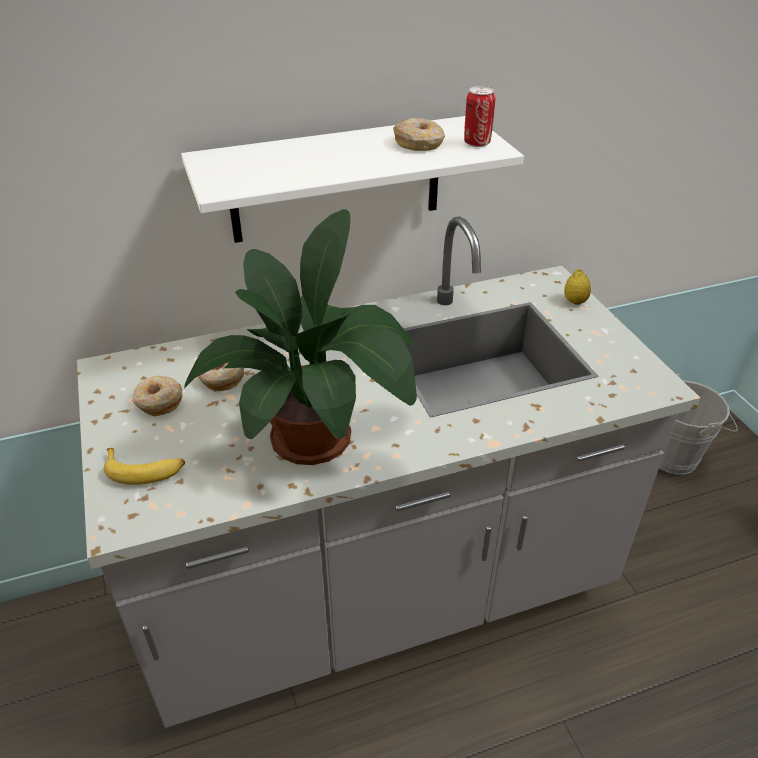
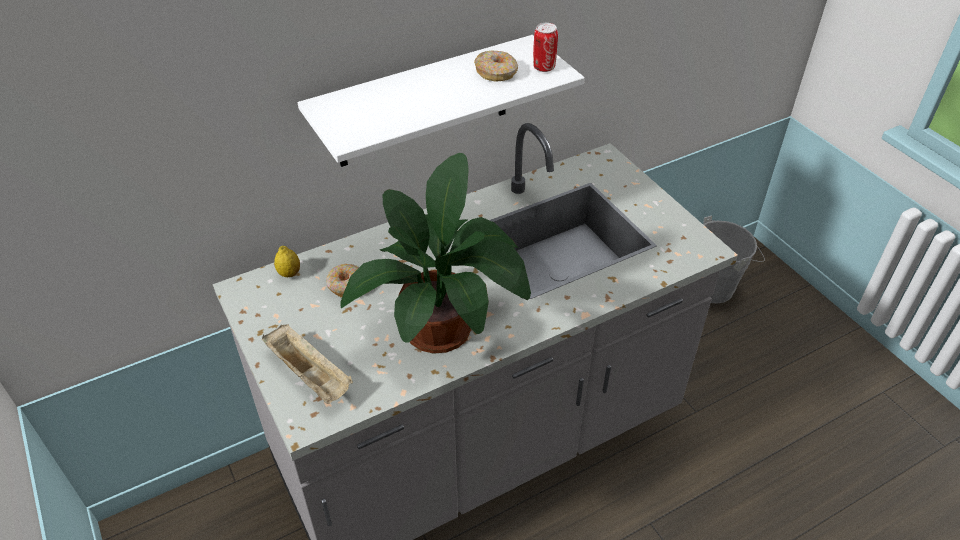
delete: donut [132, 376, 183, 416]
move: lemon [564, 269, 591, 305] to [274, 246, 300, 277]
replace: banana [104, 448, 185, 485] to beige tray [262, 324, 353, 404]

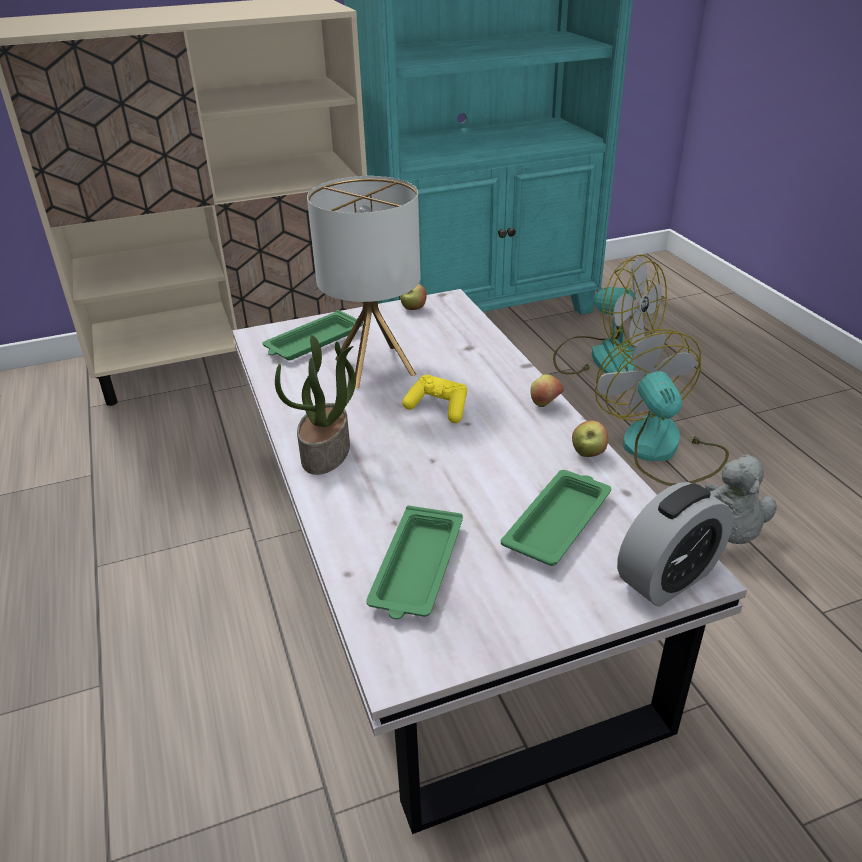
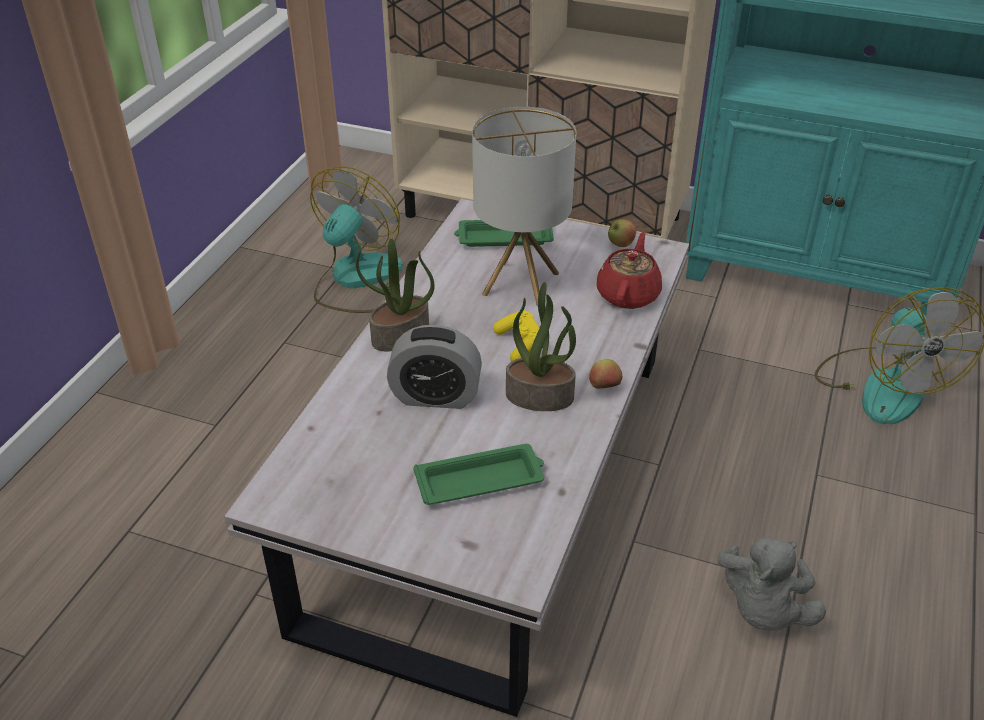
delete: green tray [366, 505, 463, 619]; apple [572, 420, 608, 457]
insert: potted plant [506, 282, 576, 411]; red teapot [597, 232, 662, 309]
move: fan [595, 329, 729, 486] to [310, 166, 403, 313]; alarm clock [617, 482, 733, 606] to [387, 325, 482, 409]

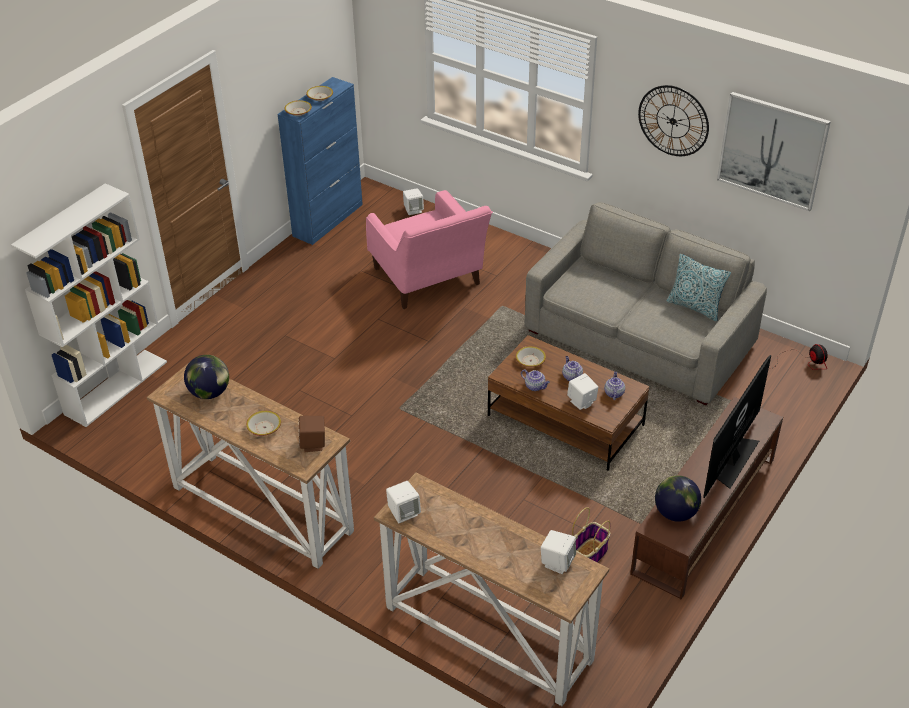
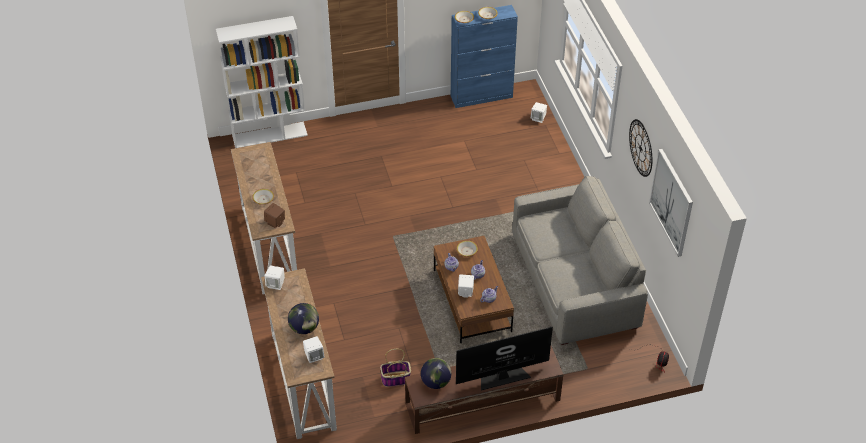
delete: pink armchair [366, 190, 493, 309]; pillow [667, 254, 731, 321]
move: globe [184, 355, 229, 399] to [288, 303, 319, 334]

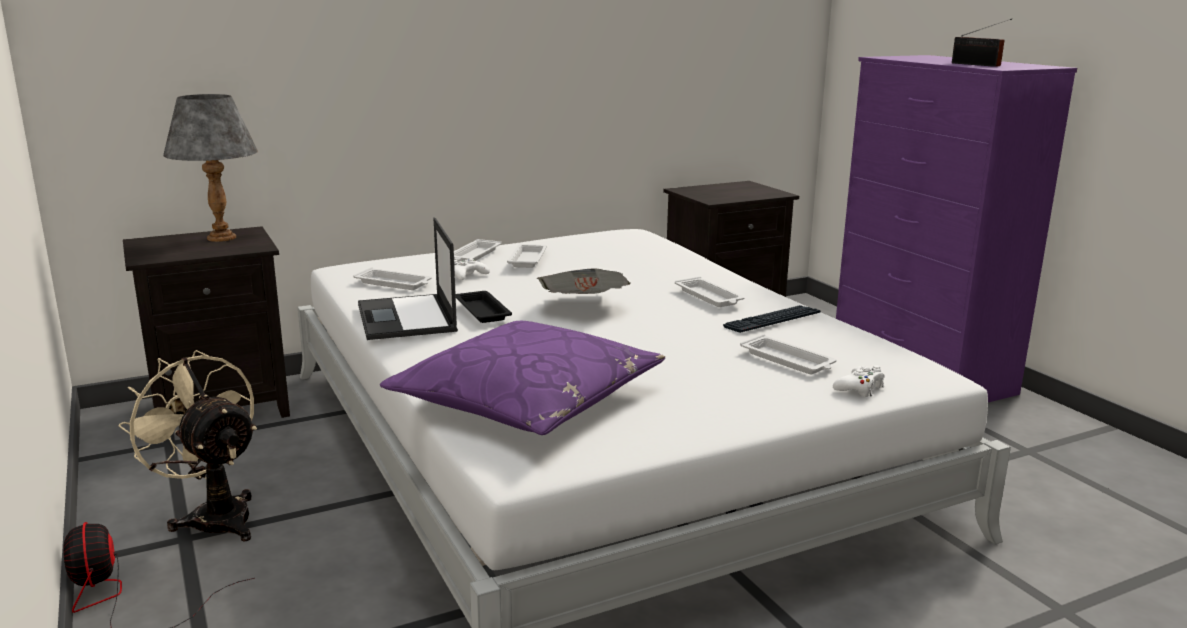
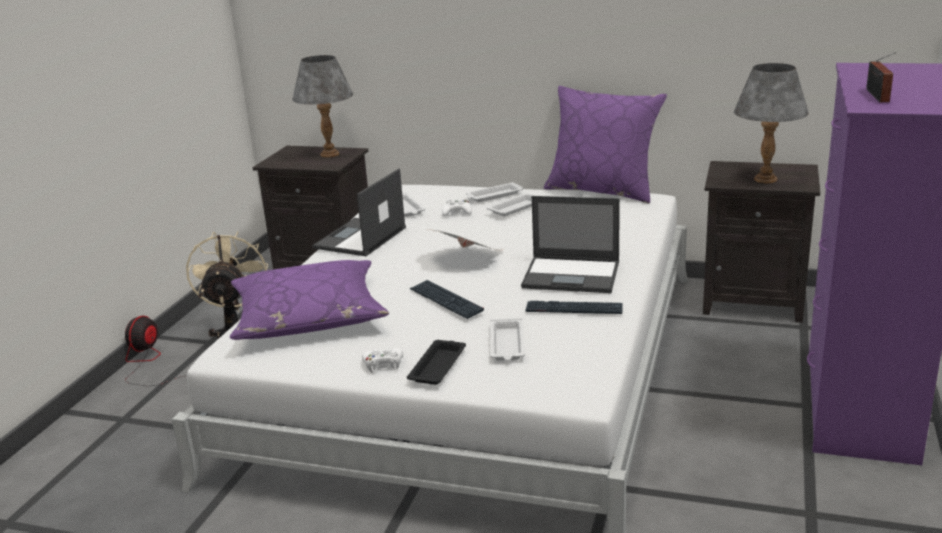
insert: keyboard [409, 280, 484, 319]; purple pillow [544, 86, 667, 203]; grey table lamp [734, 63, 809, 183]
move: white game controller [833, 365, 884, 397] to [362, 348, 403, 372]; black tray [456, 291, 512, 323] to [407, 340, 466, 385]
replace: white tray [675, 277, 745, 307] to laptop [521, 196, 620, 293]

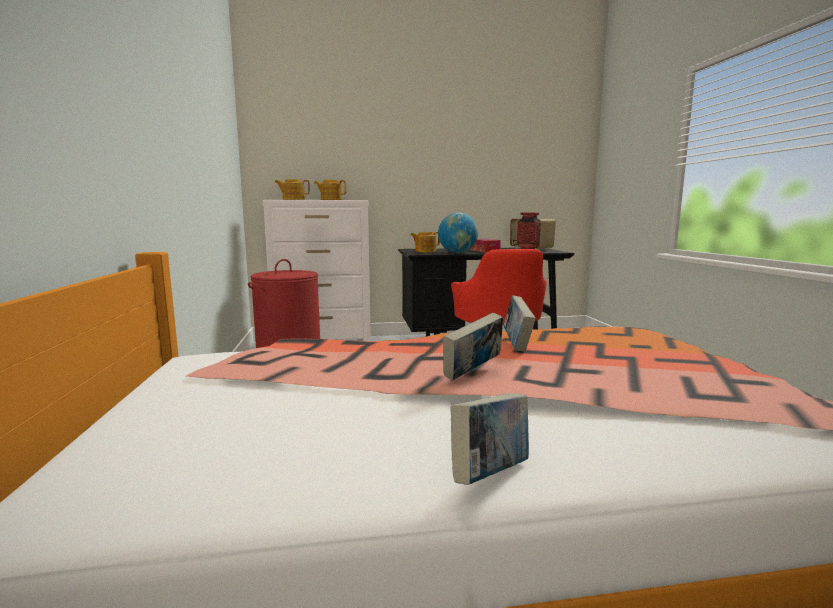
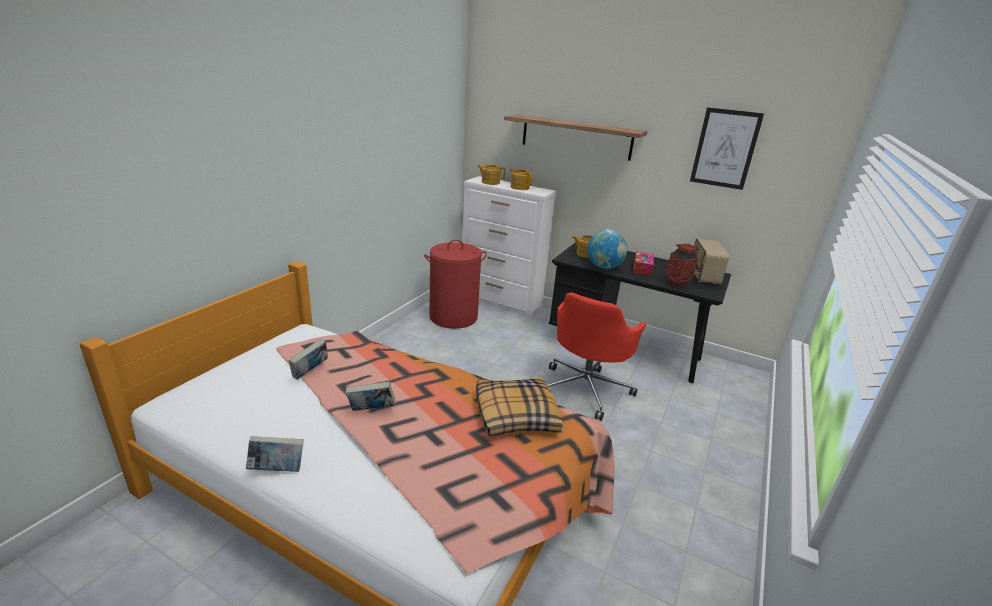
insert: pillow [476, 377, 562, 437]; shelf [504, 114, 647, 161]; picture [690, 108, 764, 190]
move: book [504, 295, 536, 352] to [288, 339, 328, 380]

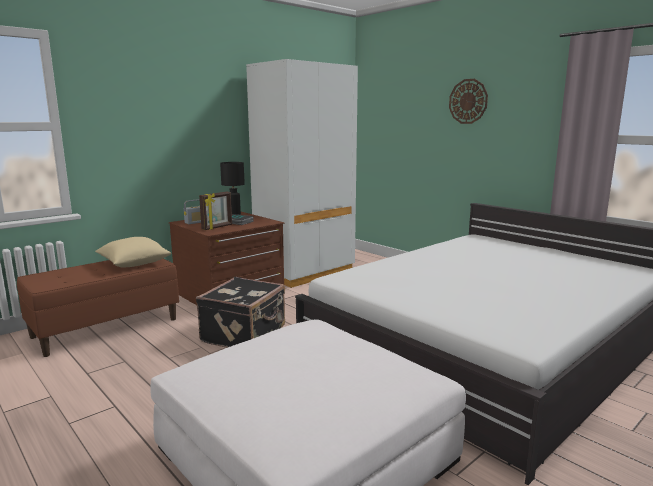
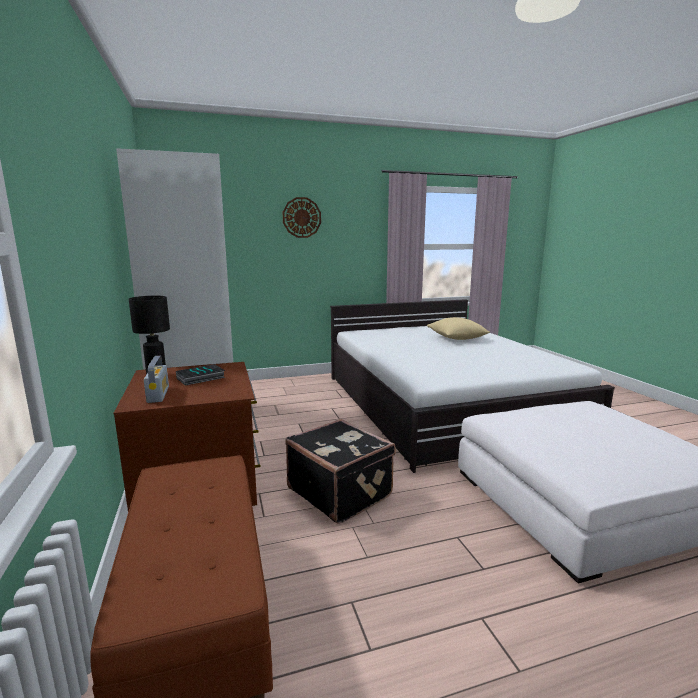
delete: picture frame [199, 191, 232, 230]
move: beige pillow [95, 237, 171, 267] to [427, 317, 490, 340]

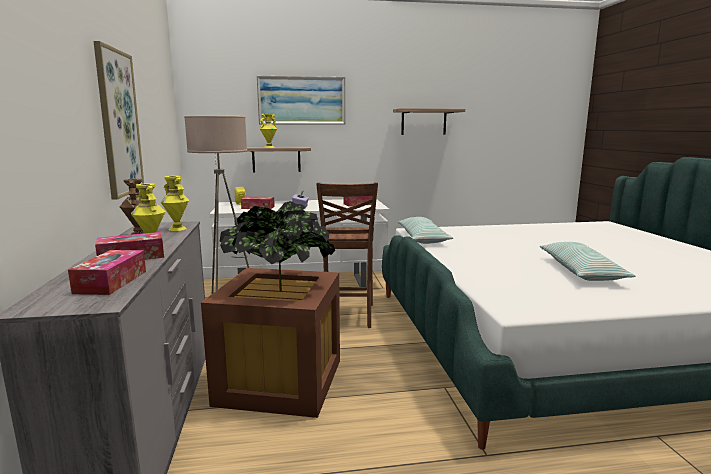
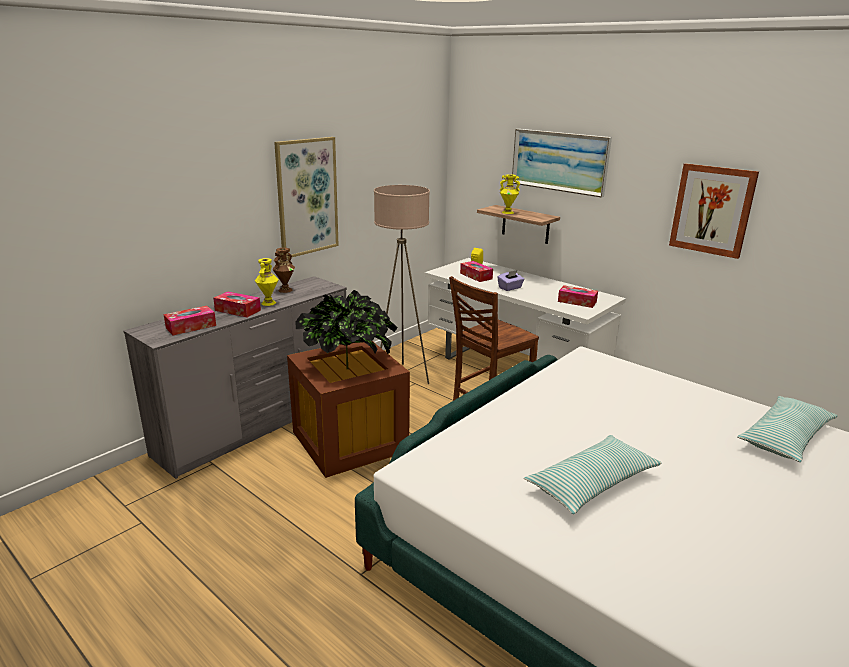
delete: yellow vase [161, 176, 189, 231]
move: pillow [398, 217, 453, 244] to [737, 396, 837, 462]
replace: shelf [393, 108, 465, 135] to picture [669, 163, 759, 259]

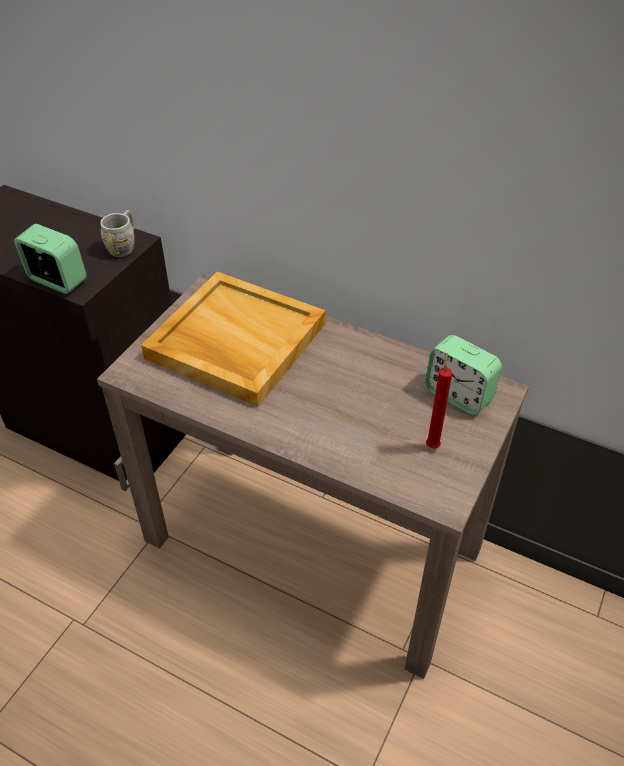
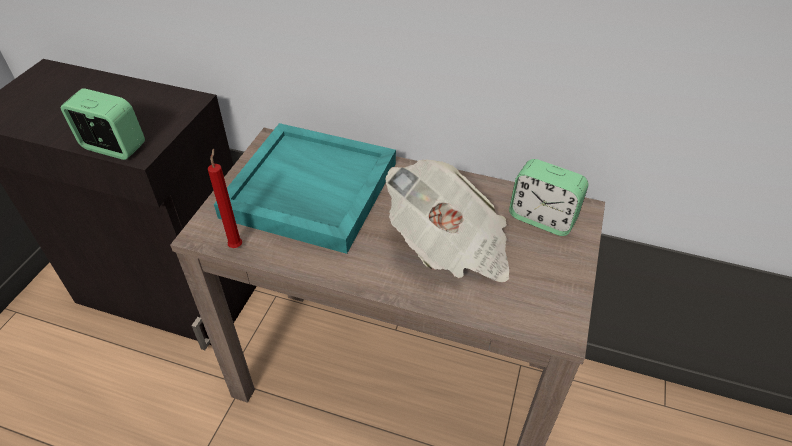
delete: grey mug [100, 210, 135, 257]
insert: newspaper [385, 160, 510, 283]
move: red candle [426, 353, 452, 449] to [208, 149, 242, 248]
recolor: beige tray [141, 272, 326, 407] to turquoise tray [214, 123, 396, 254]

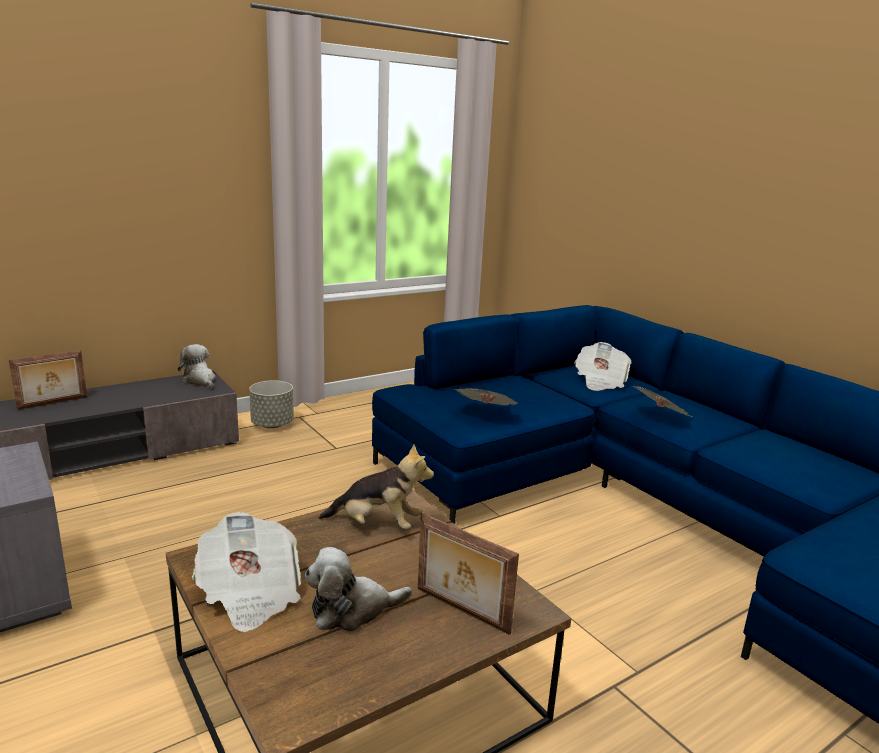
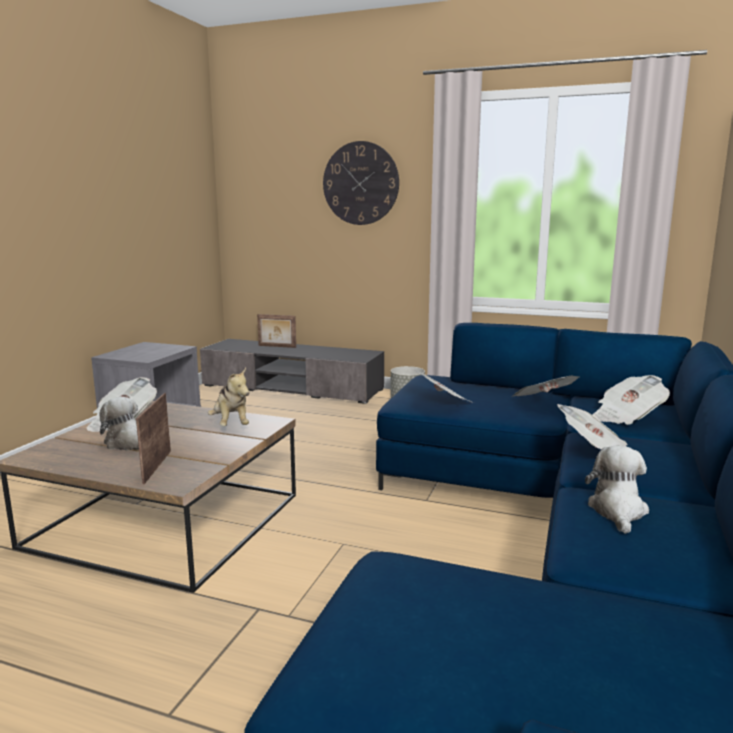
insert: wall clock [323, 141, 399, 225]; newspaper [513, 375, 580, 396]
move: plush toy [178, 344, 215, 388] to [585, 446, 649, 534]

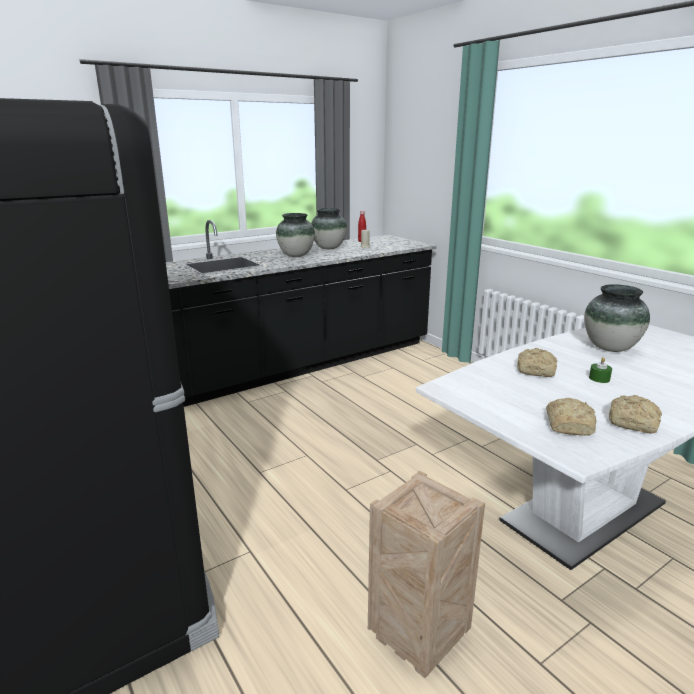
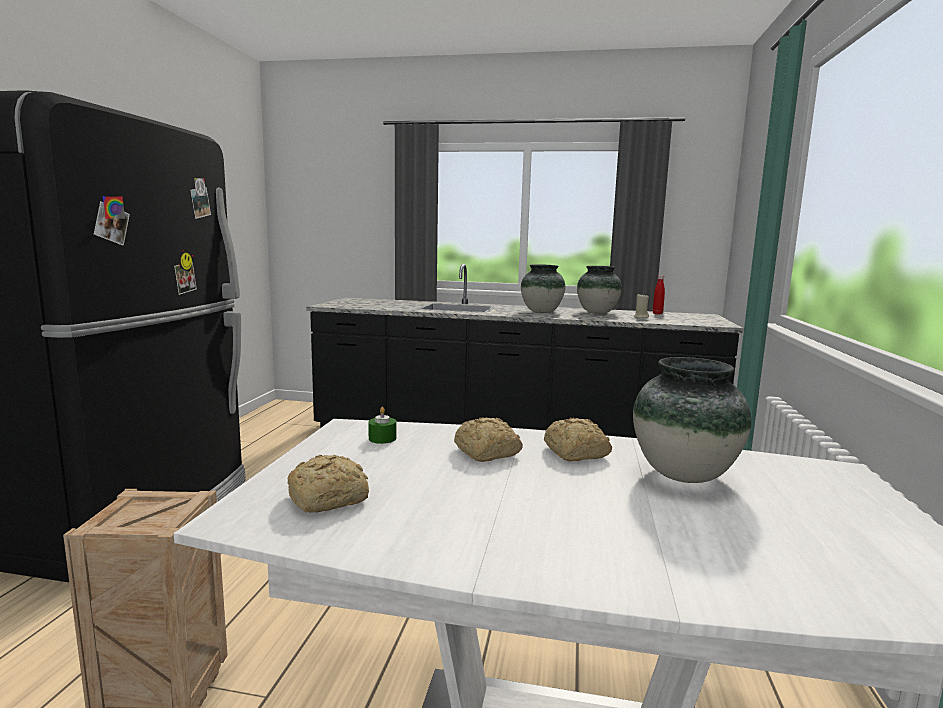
move: green candle [589, 357, 612, 383] to [368, 407, 396, 444]; bread [609, 395, 662, 433] to [544, 418, 612, 461]

